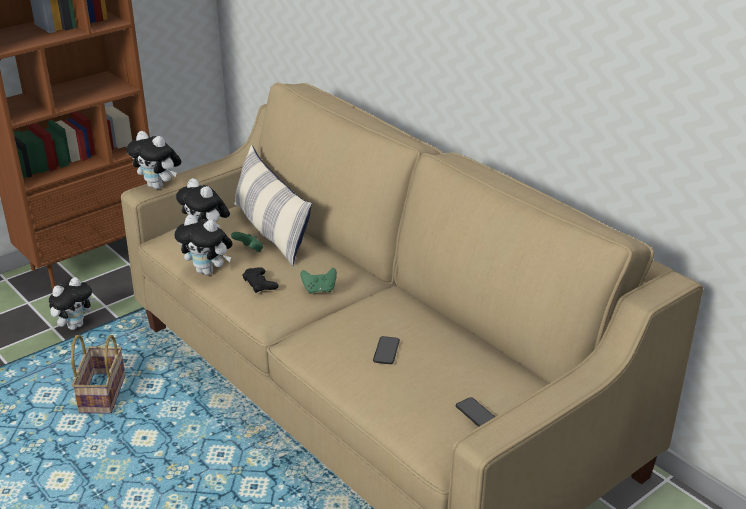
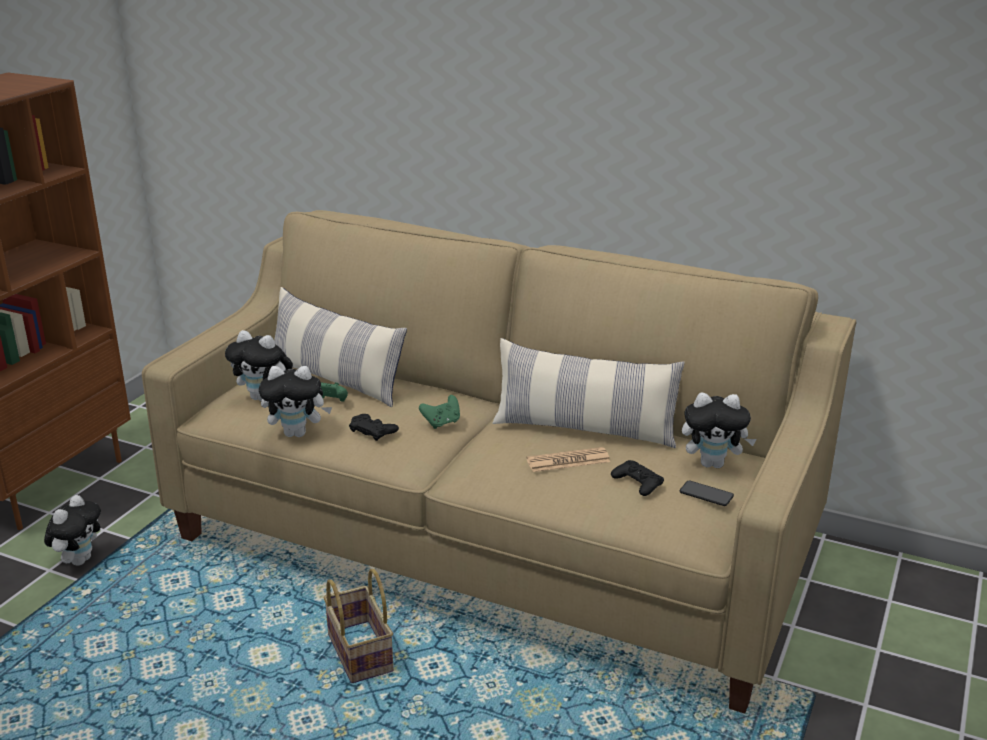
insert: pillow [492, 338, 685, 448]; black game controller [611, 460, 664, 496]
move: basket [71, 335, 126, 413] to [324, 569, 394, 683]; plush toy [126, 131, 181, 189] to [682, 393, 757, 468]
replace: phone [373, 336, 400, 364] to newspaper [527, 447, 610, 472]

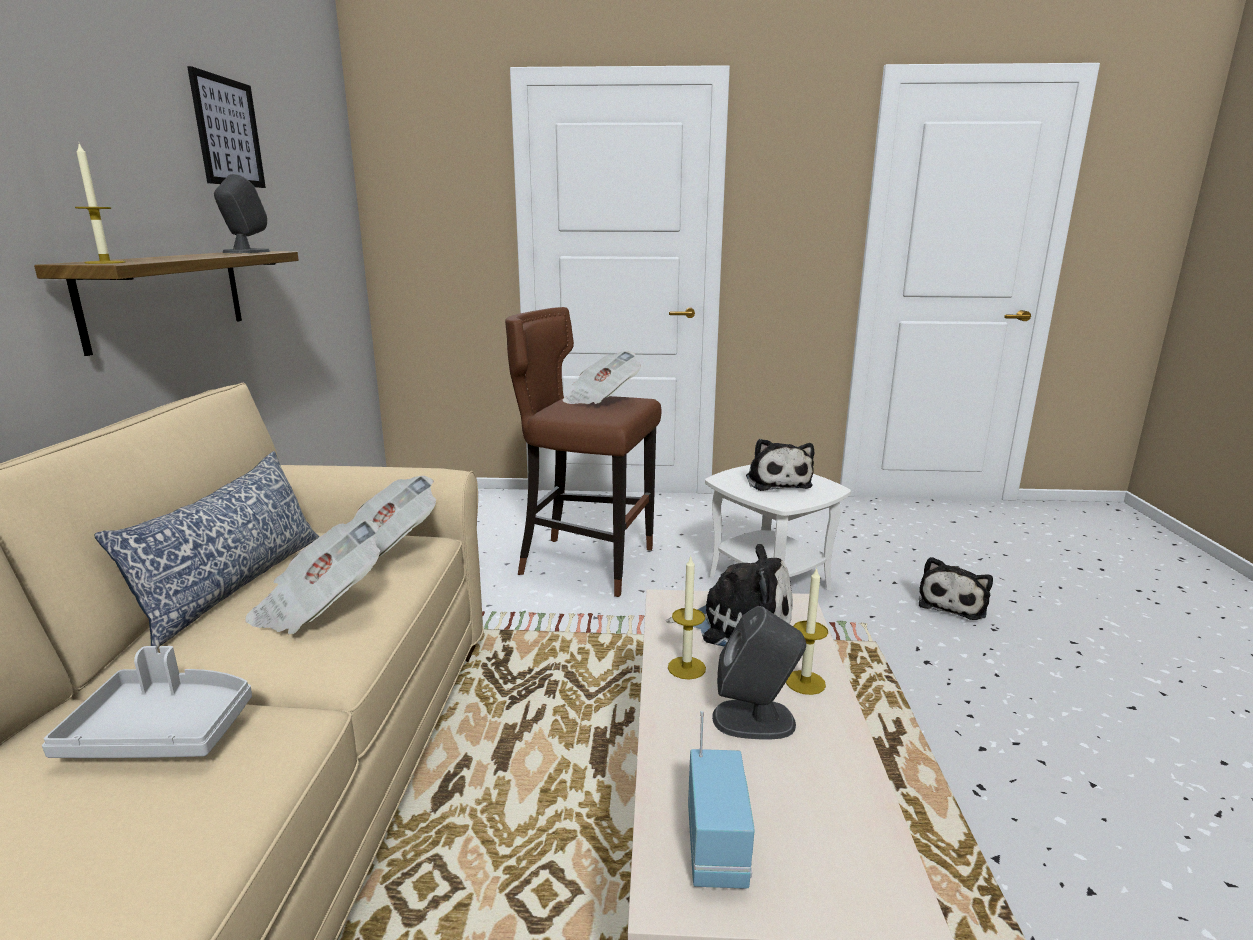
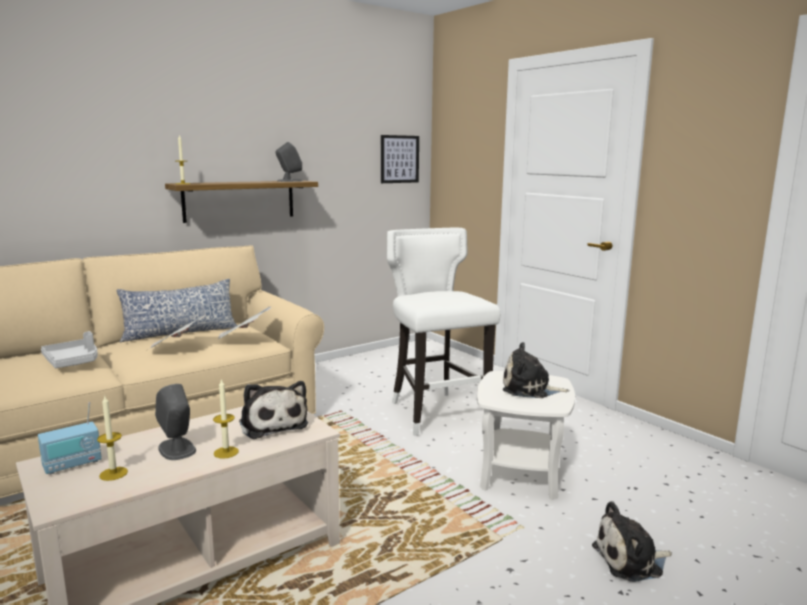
delete: newspaper [563, 351, 641, 404]
move: candle [668, 555, 706, 679] to [97, 396, 128, 481]; picture [187, 66, 266, 188] to [381, 135, 419, 183]
recolor: brown stool [505, 307, 662, 597] to white stool [387, 227, 500, 436]
rotate: plush toy [746, 439, 814, 491] = [503, 342, 570, 398] 60 degrees clockwise

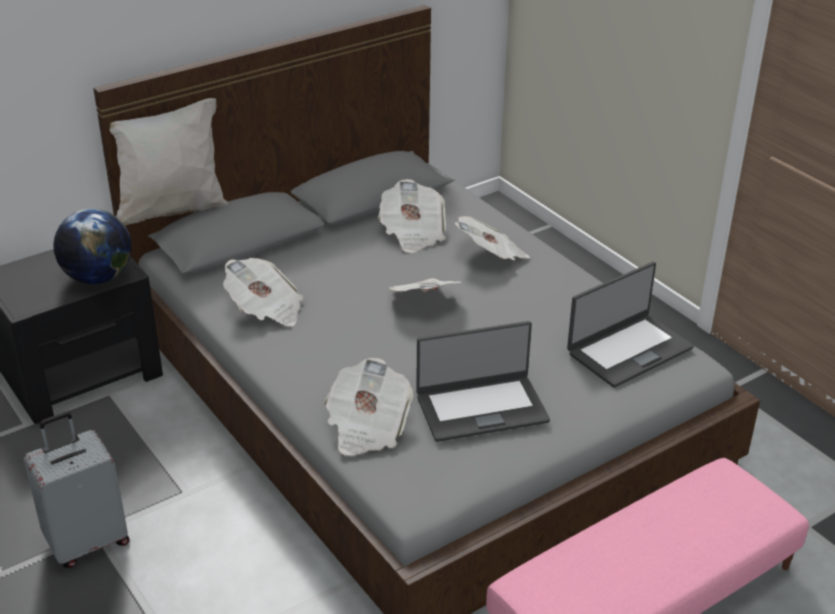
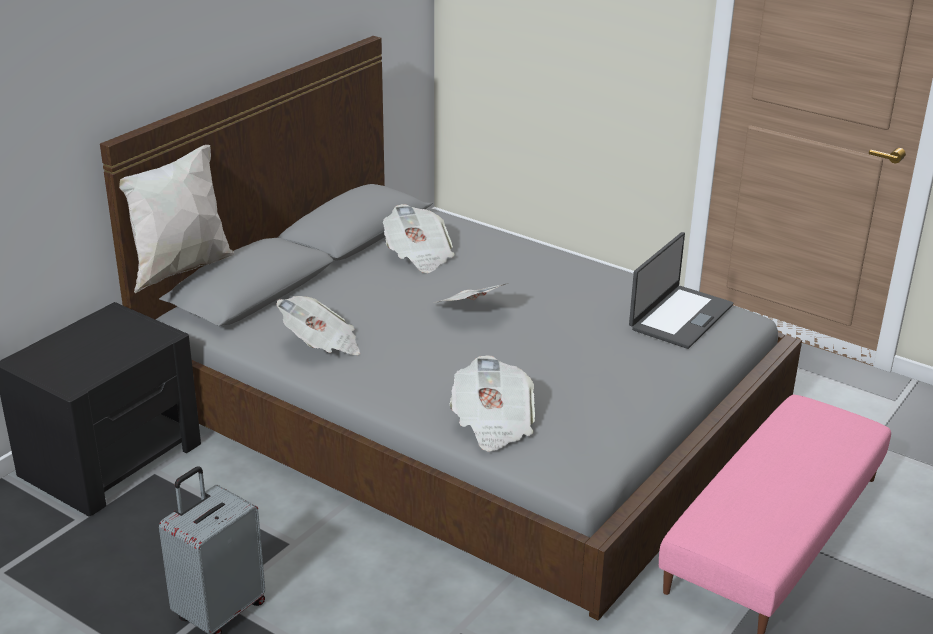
delete: globe [53, 209, 132, 284]; laptop [416, 321, 550, 442]; newspaper [455, 216, 530, 261]

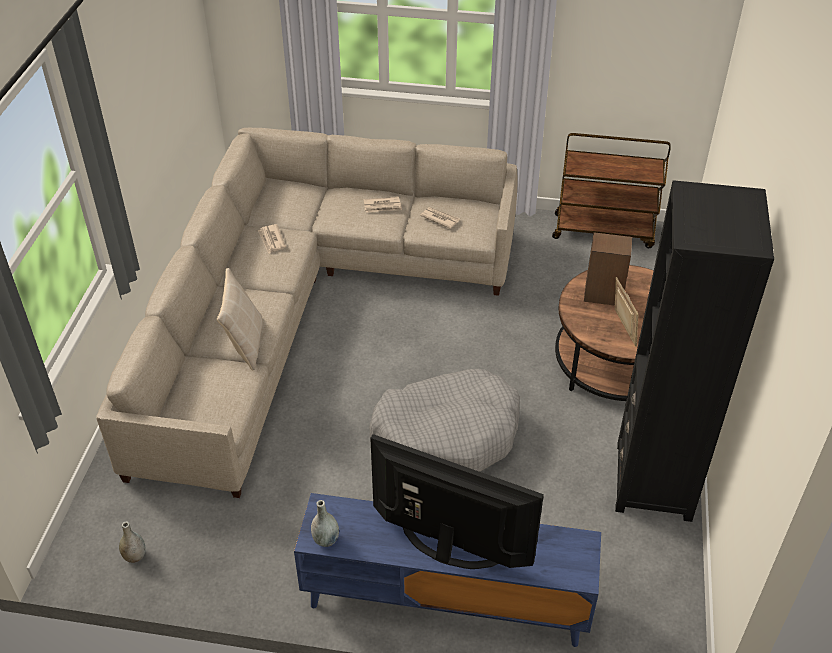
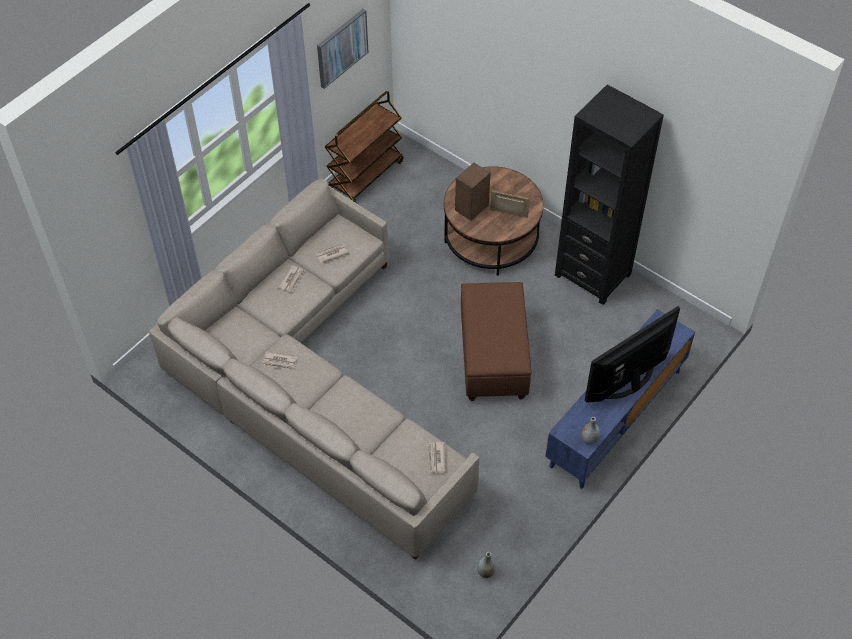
delete: beige pillow [217, 268, 263, 371]
insert: picture [317, 9, 368, 89]; newspaper [427, 442, 446, 474]
replace: grey dog bed [369, 369, 520, 472] to brown ottoman [461, 282, 532, 401]

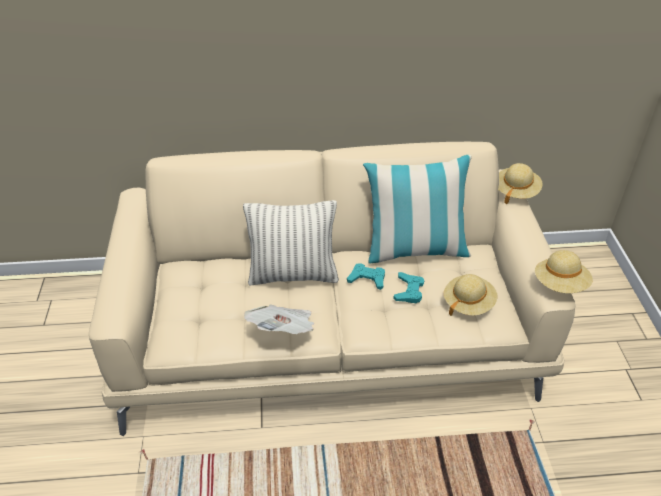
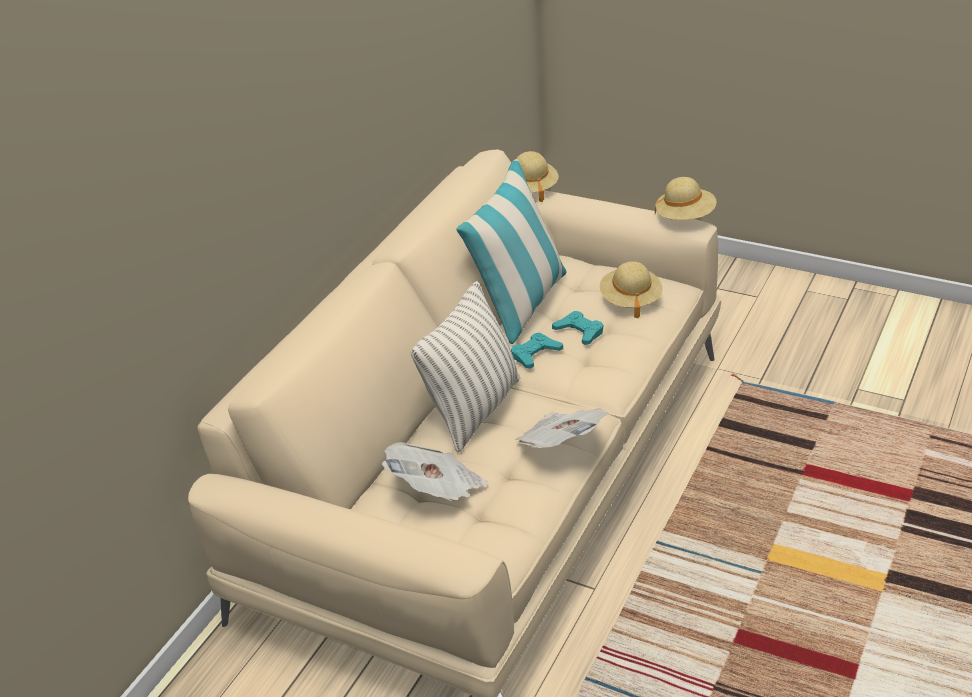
insert: newspaper [381, 442, 488, 501]

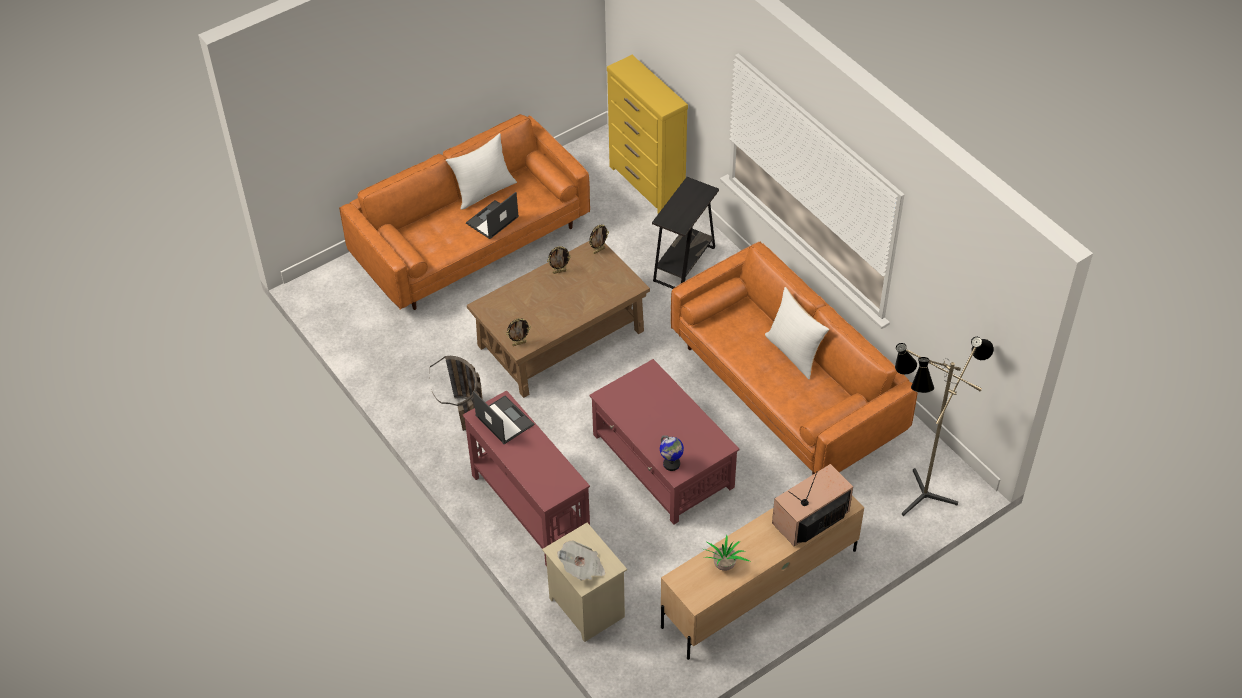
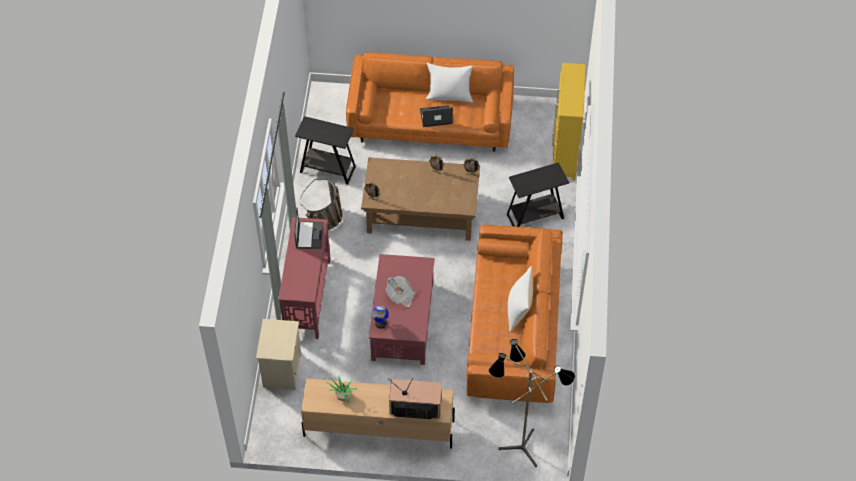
insert: black side table [295, 116, 356, 185]
move: newspaper [557, 541, 606, 581] to [385, 276, 415, 307]

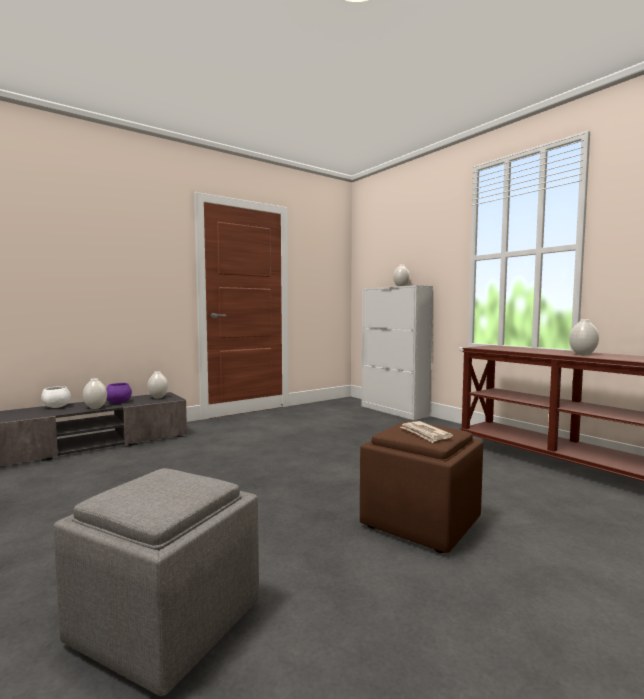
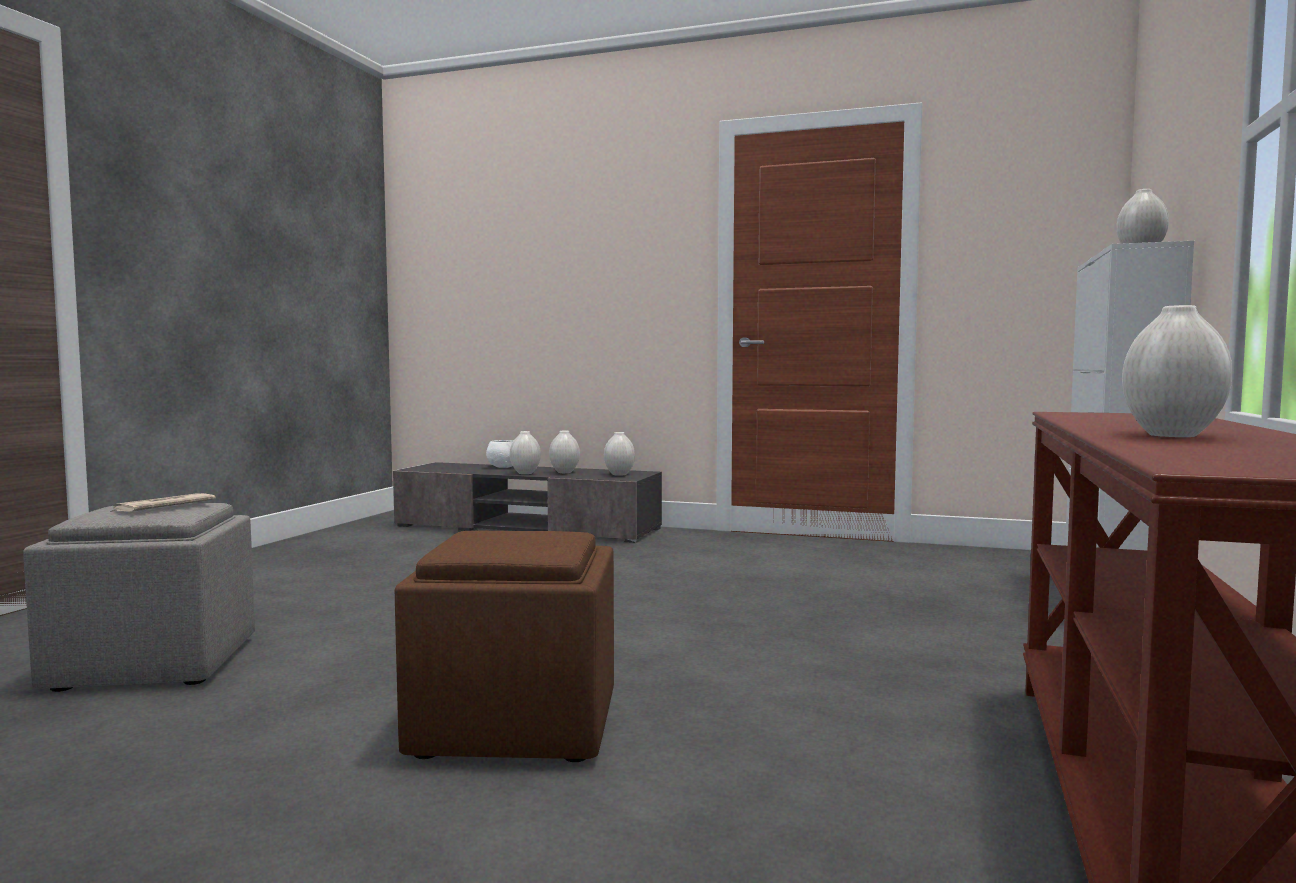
move: newspaper [401, 421, 453, 443] to [110, 493, 216, 512]
replace: purple bowl [106, 383, 132, 403] to white vase [549, 431, 580, 473]

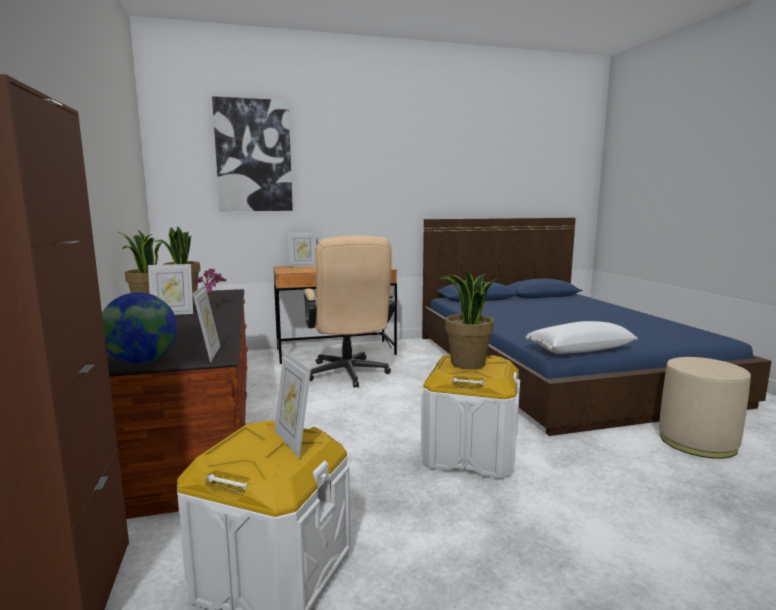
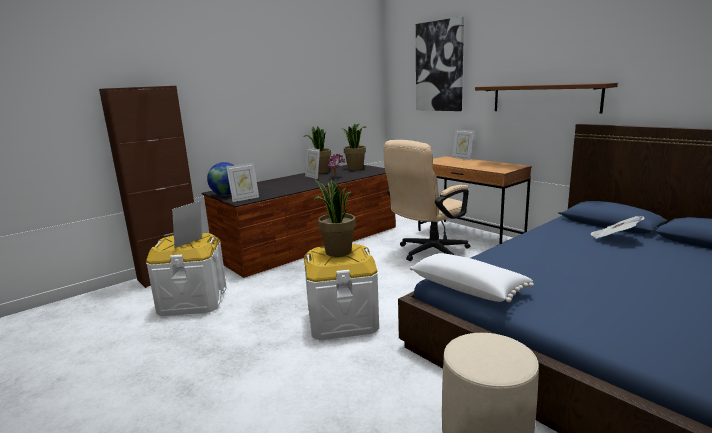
insert: brown shelf [475, 83, 618, 113]; newspaper [590, 216, 644, 239]

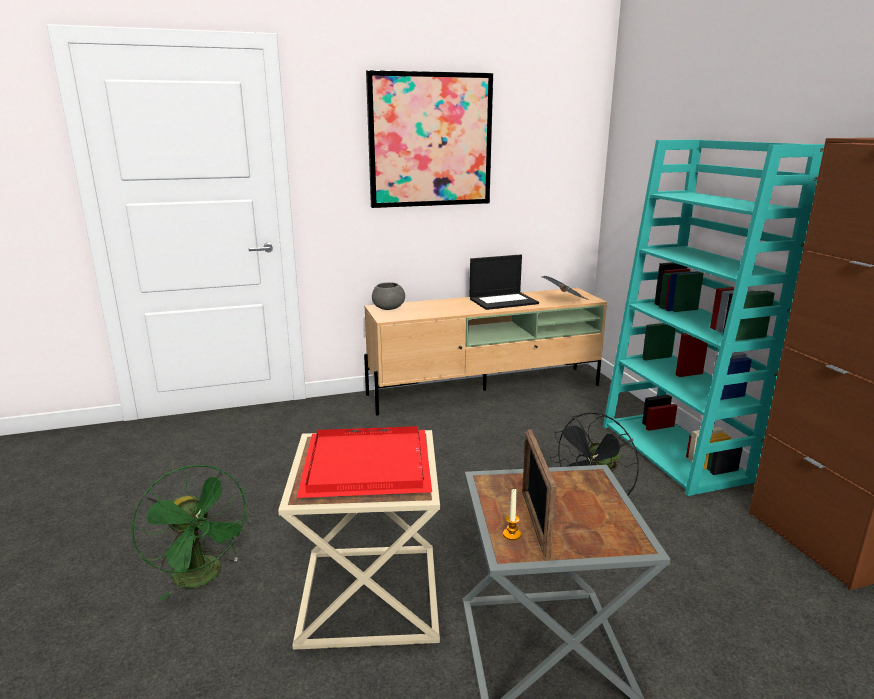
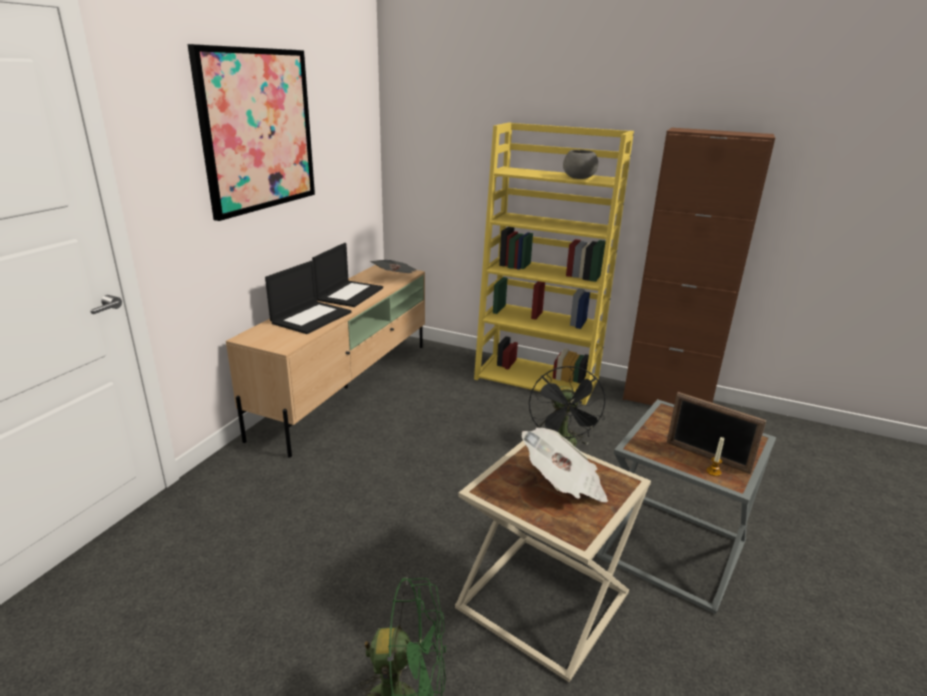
insert: laptop [265, 260, 351, 334]
move: grey bowl [372, 282, 405, 310] to [563, 150, 599, 179]
replace: red tray [297, 426, 432, 498] to newspaper [522, 428, 608, 503]
recolor: turquoise bookcase [603, 140, 825, 496] to yellow bookcase [474, 123, 634, 405]

